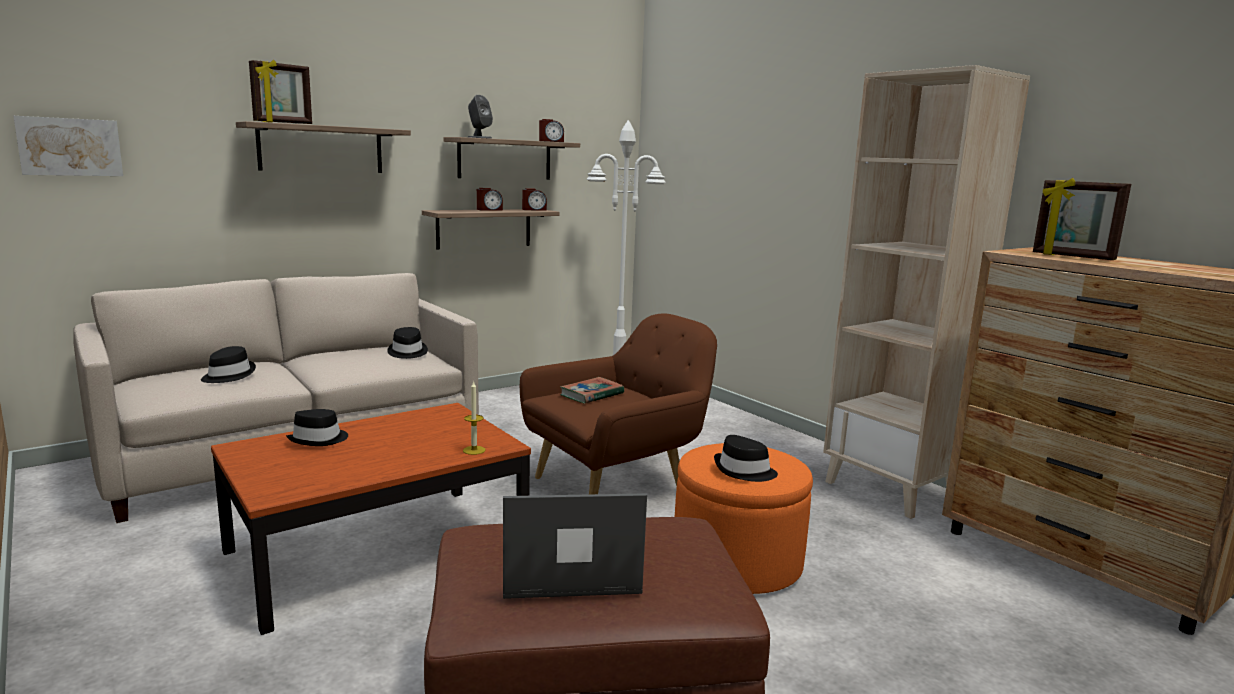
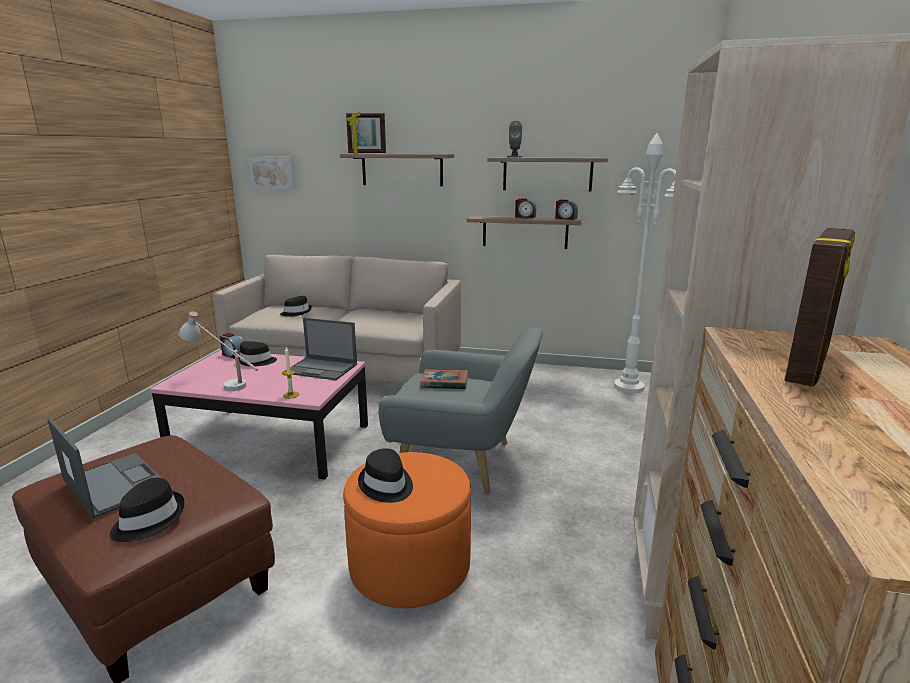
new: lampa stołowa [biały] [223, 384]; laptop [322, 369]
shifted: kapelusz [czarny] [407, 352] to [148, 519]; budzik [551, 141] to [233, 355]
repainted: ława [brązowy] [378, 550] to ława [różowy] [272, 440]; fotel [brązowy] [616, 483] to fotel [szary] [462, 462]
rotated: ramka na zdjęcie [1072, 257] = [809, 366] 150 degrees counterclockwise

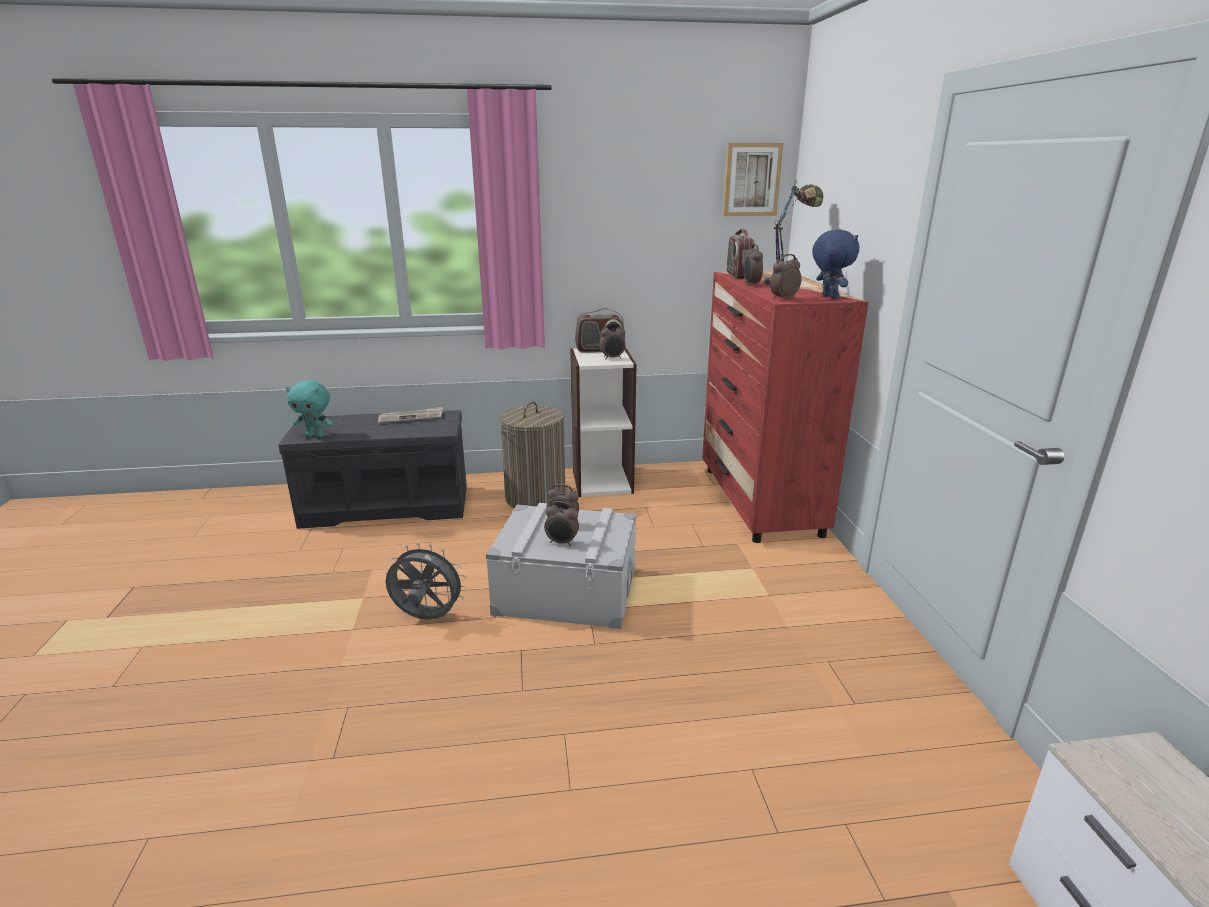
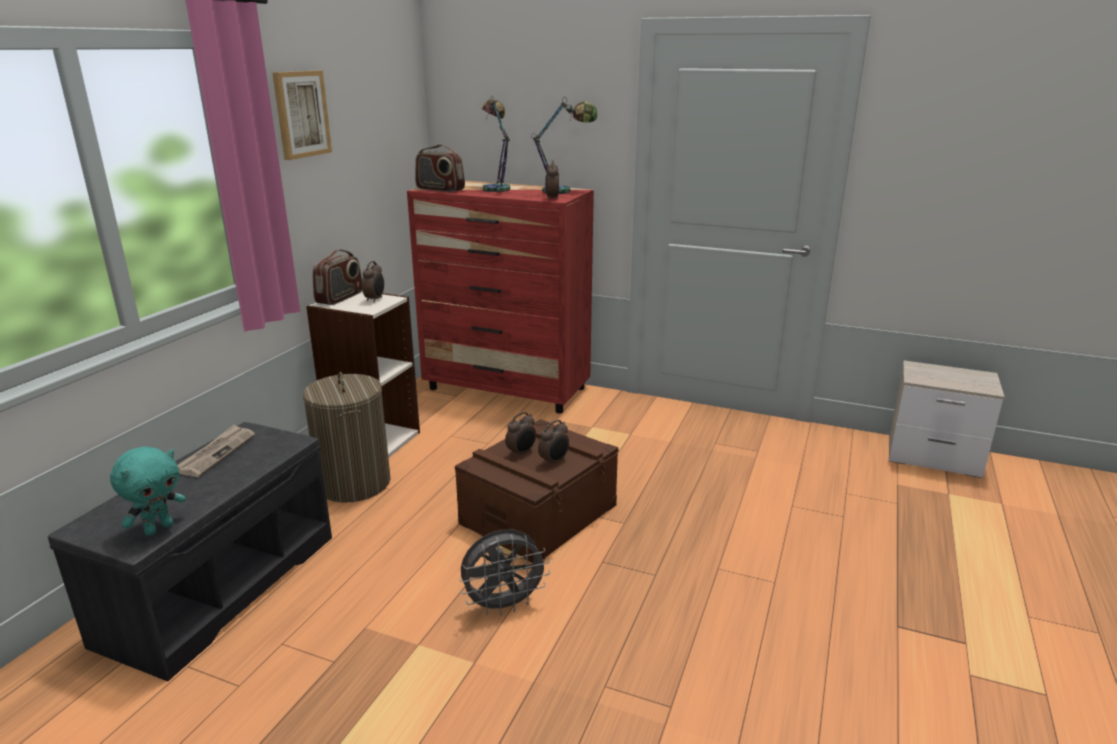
gone: budzik [751, 284]
shifted: obraz [751, 180] to [301, 114]
swapped: pluszak [niebieski] [828, 297] to lampa stołowa [565, 191]
repainted: pojemnik do przechowywania [szary] [567, 590] to pojemnik do przechowywania [brązowy] [538, 514]
rotated: wentylator [szary] [427, 618] = [504, 605] 150 degrees counterclockwise

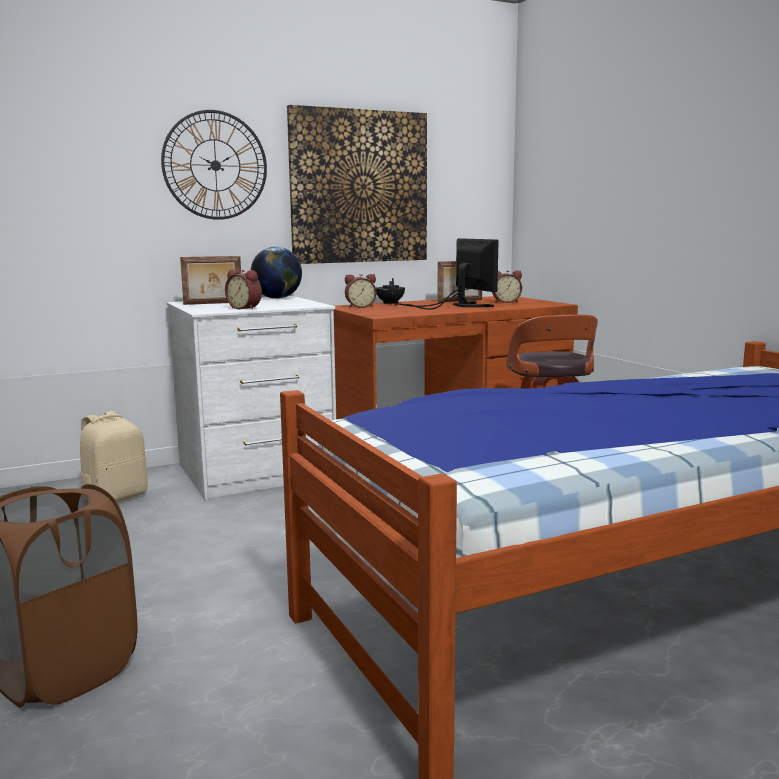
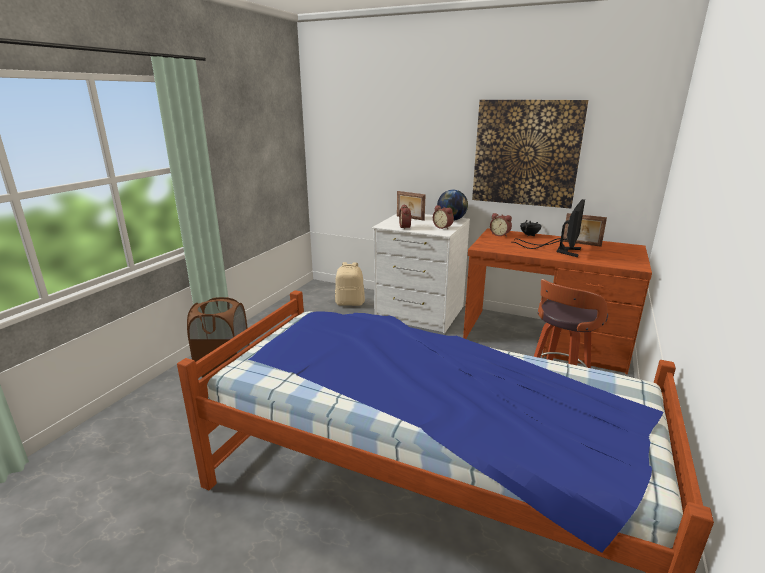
gone: zegar ścienny [215, 165]
shifted: budzik [505, 302] to [443, 227]

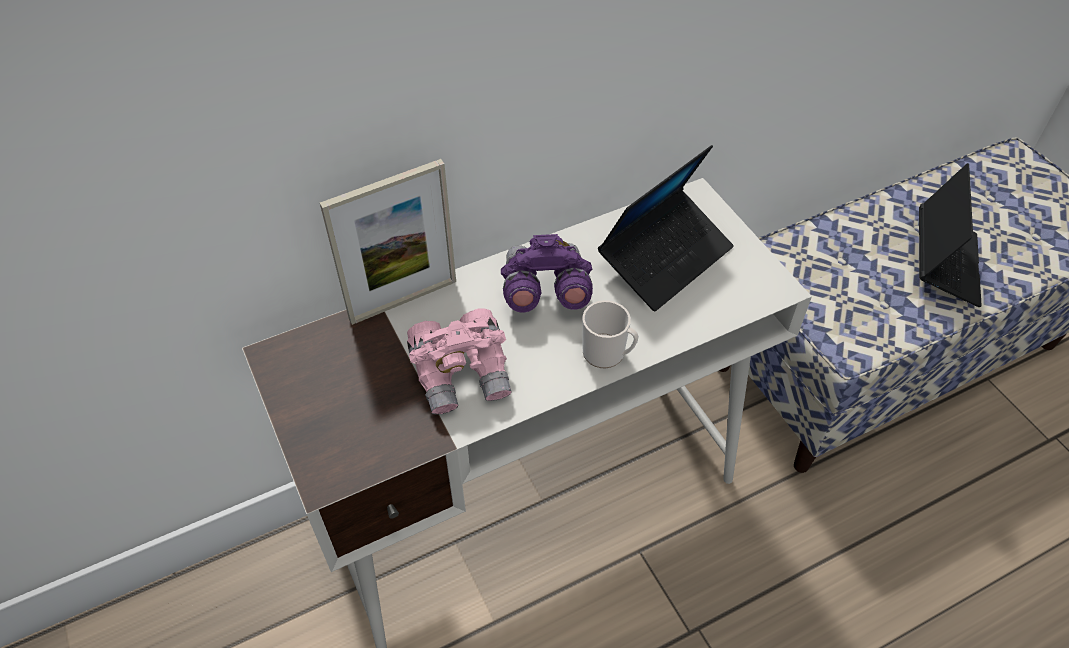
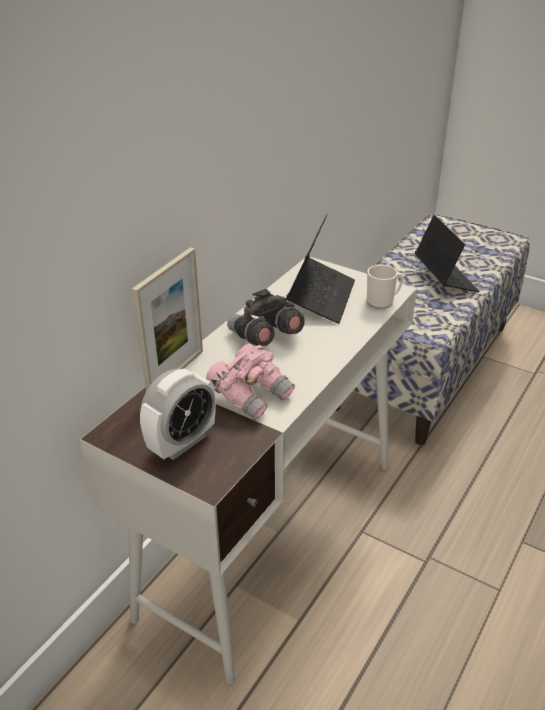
new: budzik [182, 443]
shifted: kubek [608, 354] to [383, 301]
repainted: lornetka [fioletowy] [544, 292] to lornetka [szary] [264, 337]

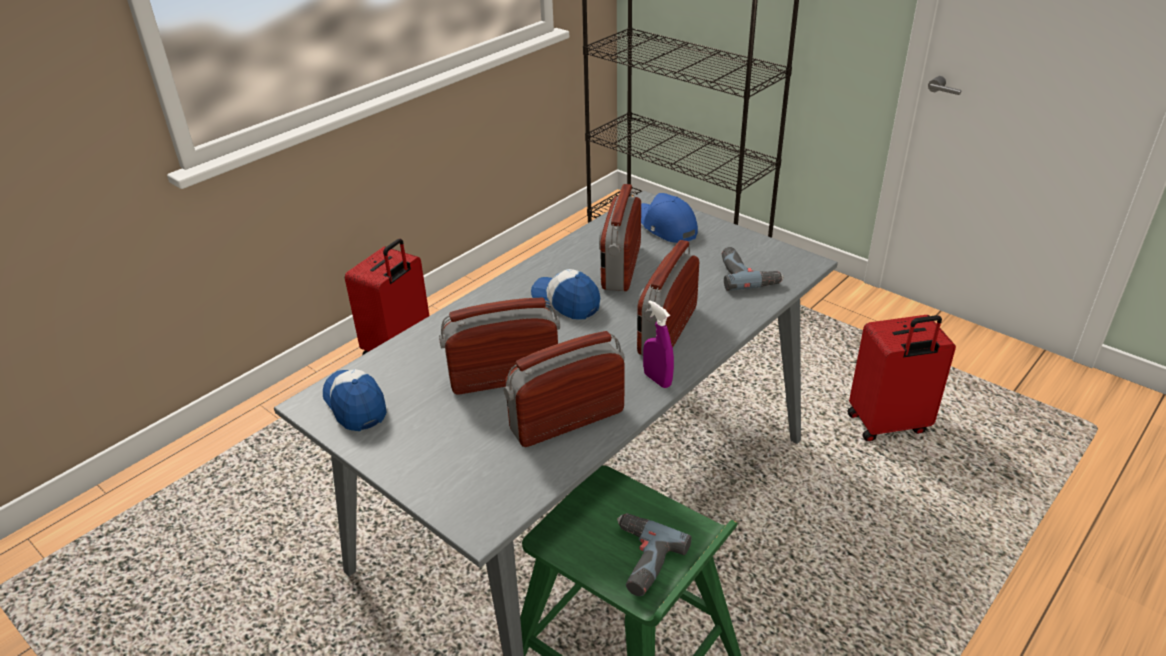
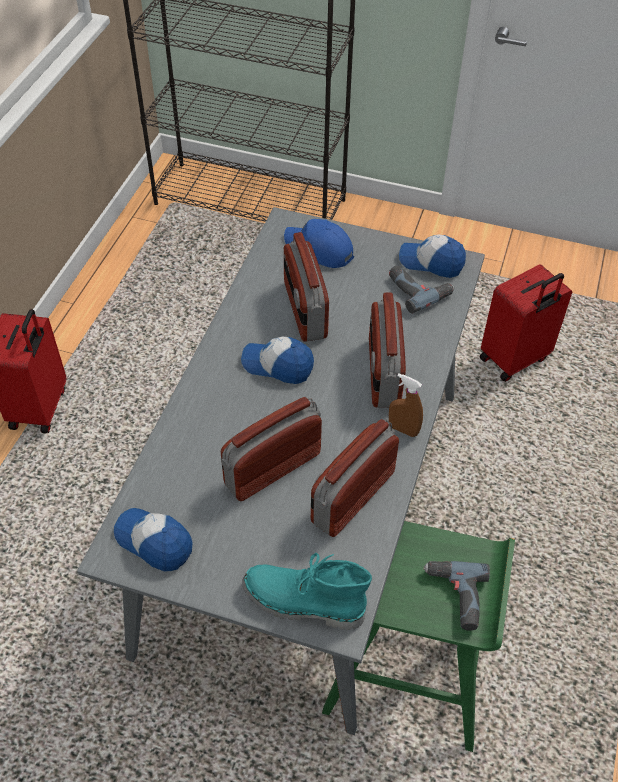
new: but z cholewką [turkusowy] [302, 604]; czapka z daszkiem [431, 262]
repainted: spryskiwacz [fioletowy] [657, 380] to spryskiwacz [brązowy] [403, 429]

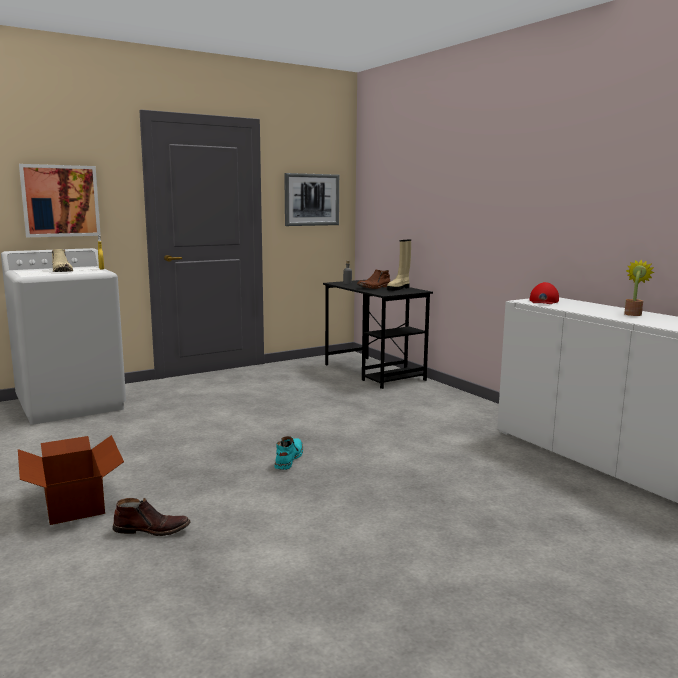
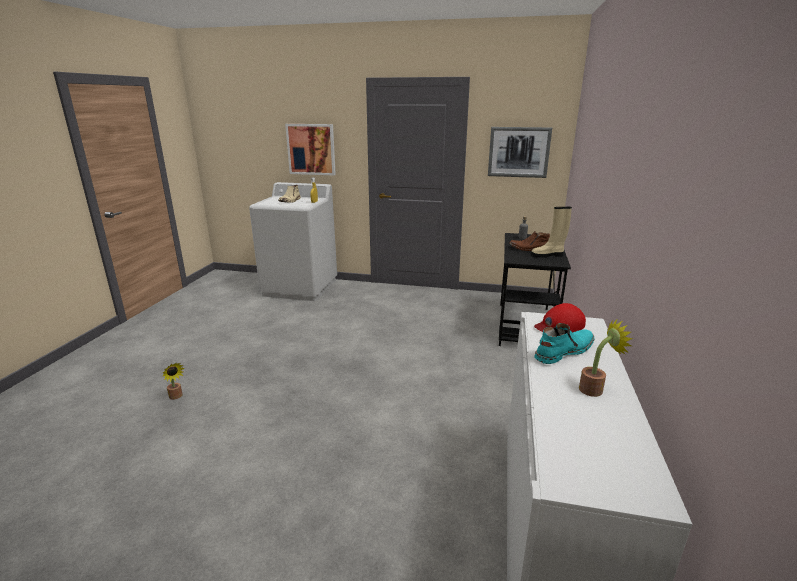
gone: karton [74, 501]
shifted: but z cholewką [turkusowy] [288, 459] to [563, 351]
swapped: but z cholewką [brązowy] [152, 529] to roślina doniczkowa [176, 397]

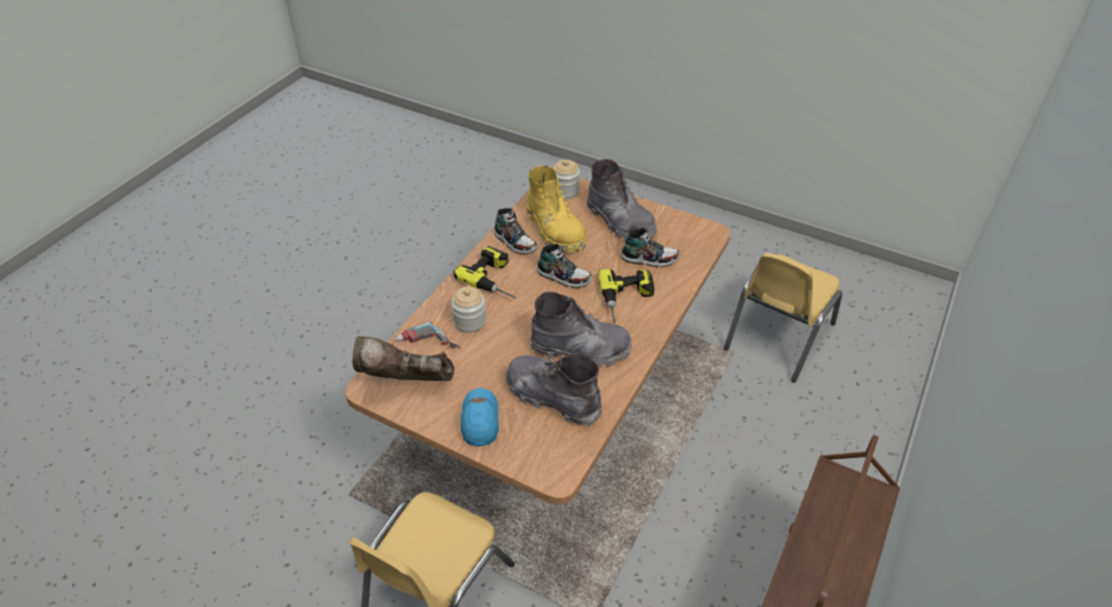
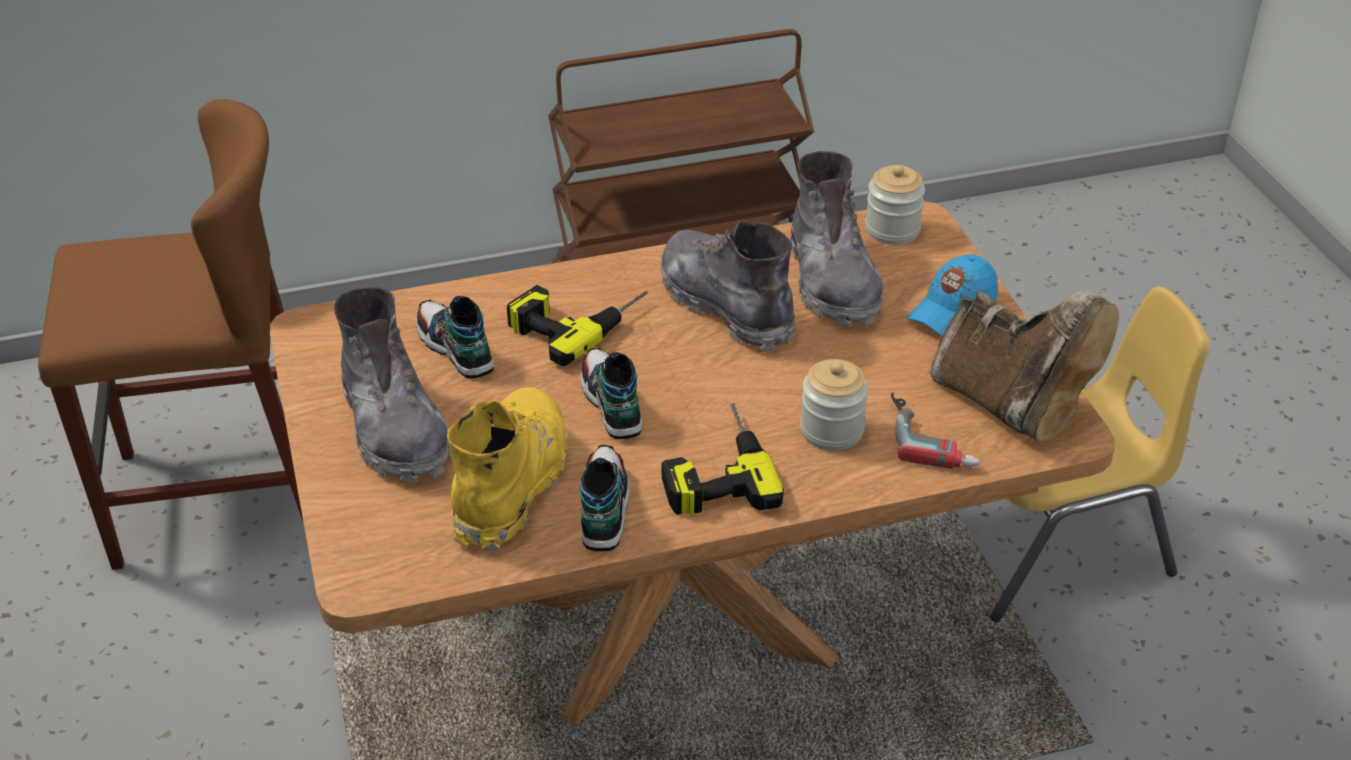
shifted: słoik [565, 191] to [892, 230]
swapped: krzesło [żółty] [777, 336] to stołek [brązowy] [218, 497]
rotated: but z cholewką [szary] [620, 222] = [394, 428] 150 degrees clockwise

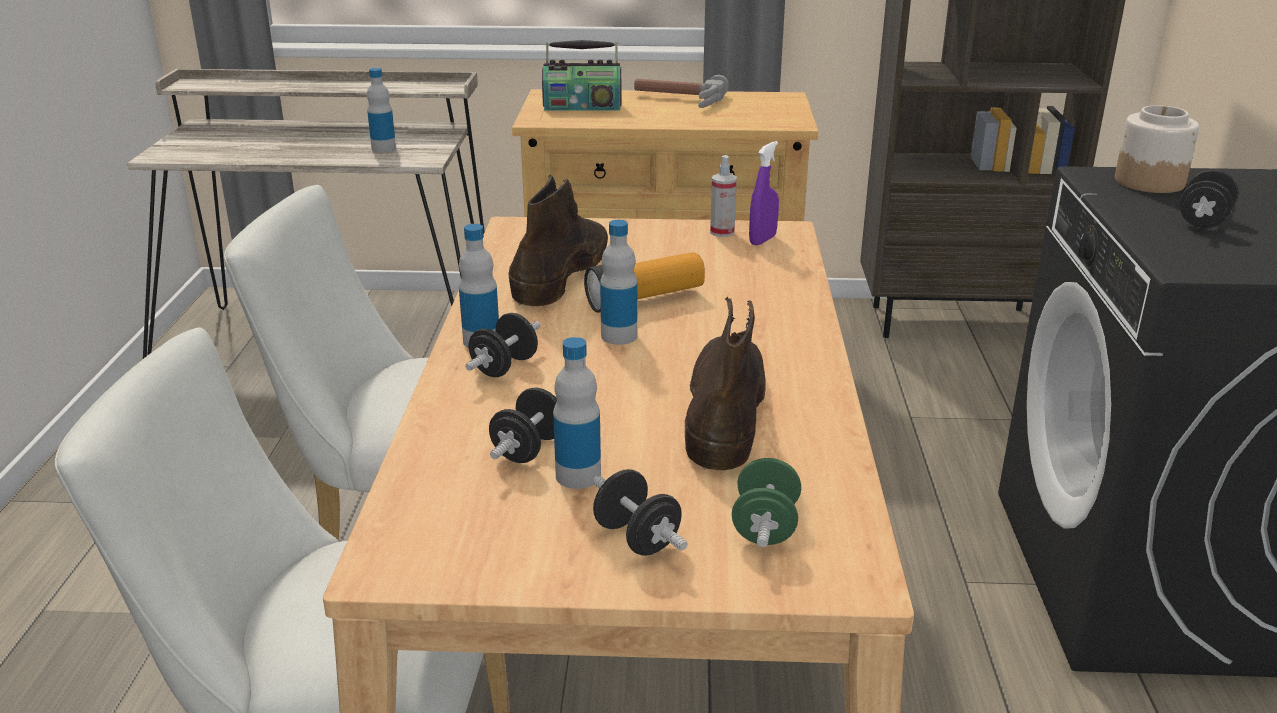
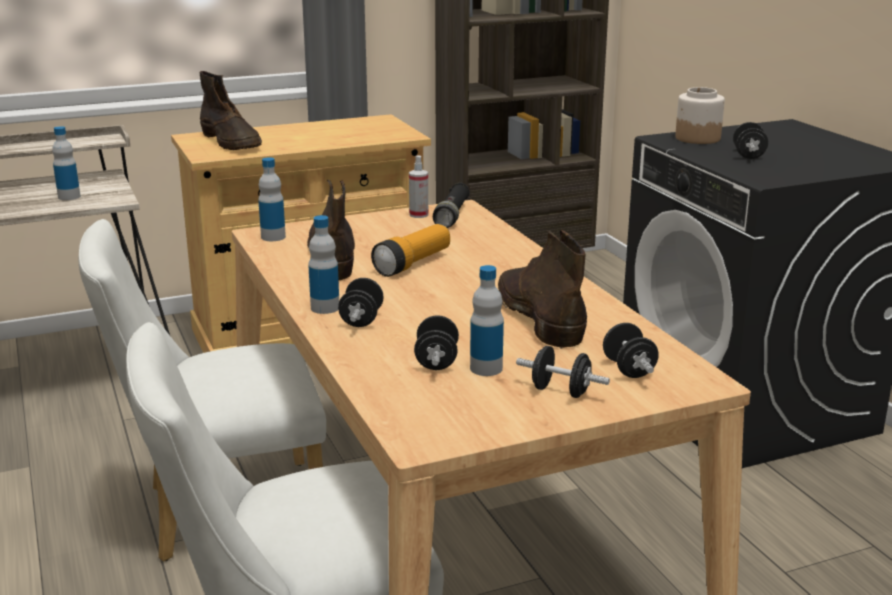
gone: młotek [677, 101]
shifted: butelka [619, 336] to [273, 237]
swapped: radio [582, 106] to but z cholewką [brązowy] [231, 142]; spryskiwacz [fioletowy] [762, 240] to latarka [czarny] [452, 215]
repainted: hantel [zielony] [765, 527] to hantel [czarny] [628, 369]

